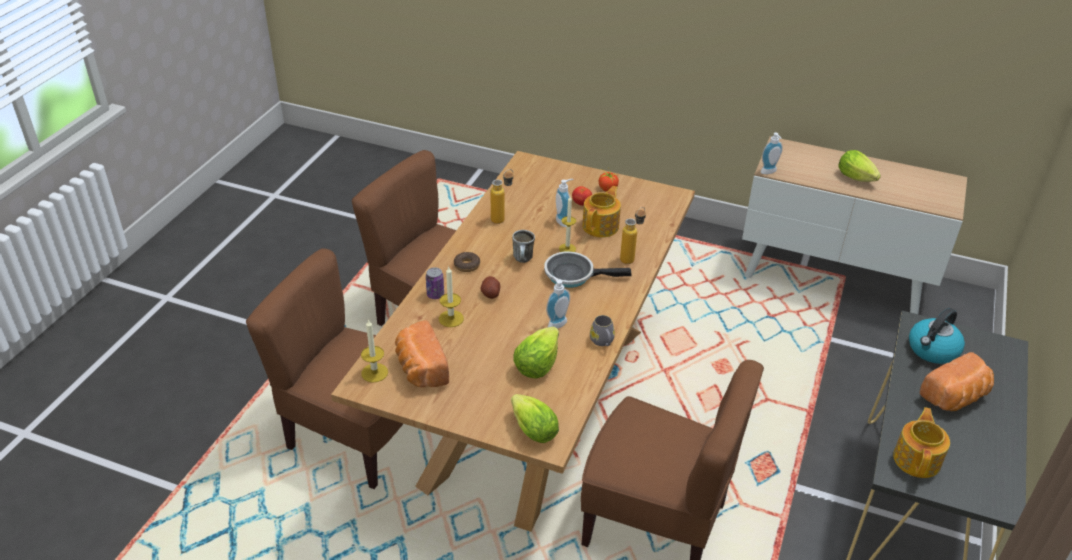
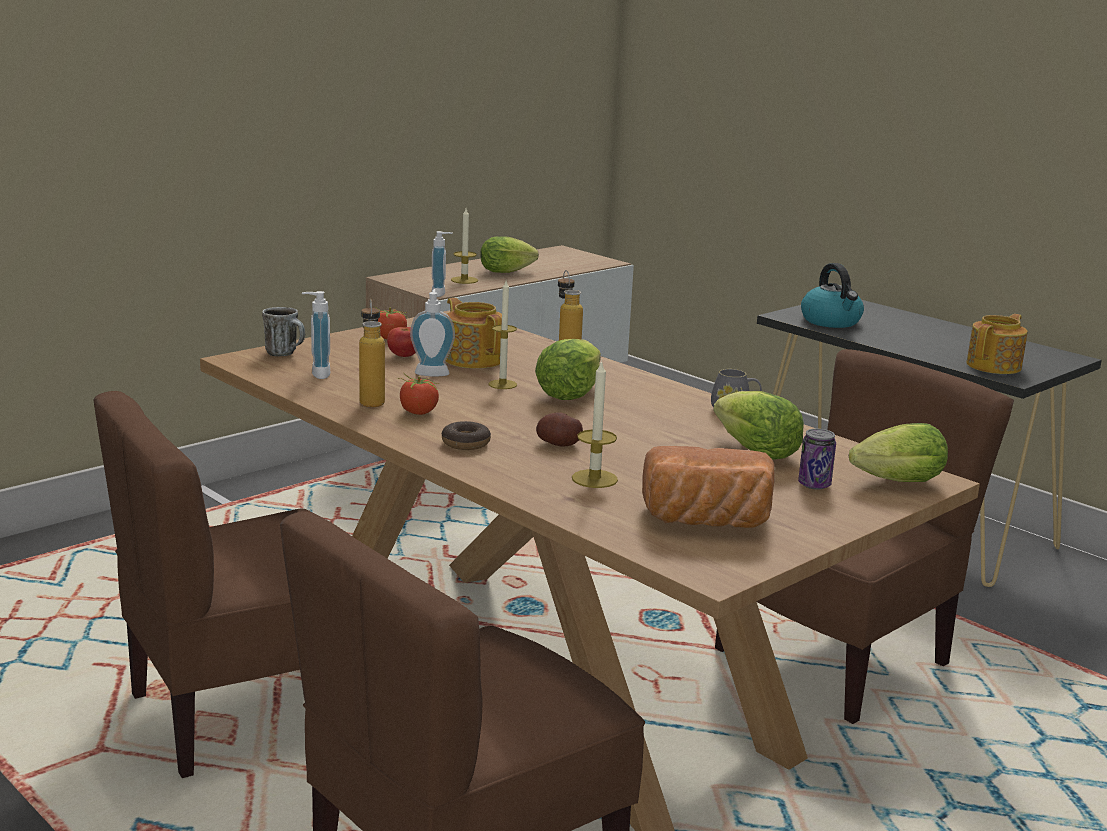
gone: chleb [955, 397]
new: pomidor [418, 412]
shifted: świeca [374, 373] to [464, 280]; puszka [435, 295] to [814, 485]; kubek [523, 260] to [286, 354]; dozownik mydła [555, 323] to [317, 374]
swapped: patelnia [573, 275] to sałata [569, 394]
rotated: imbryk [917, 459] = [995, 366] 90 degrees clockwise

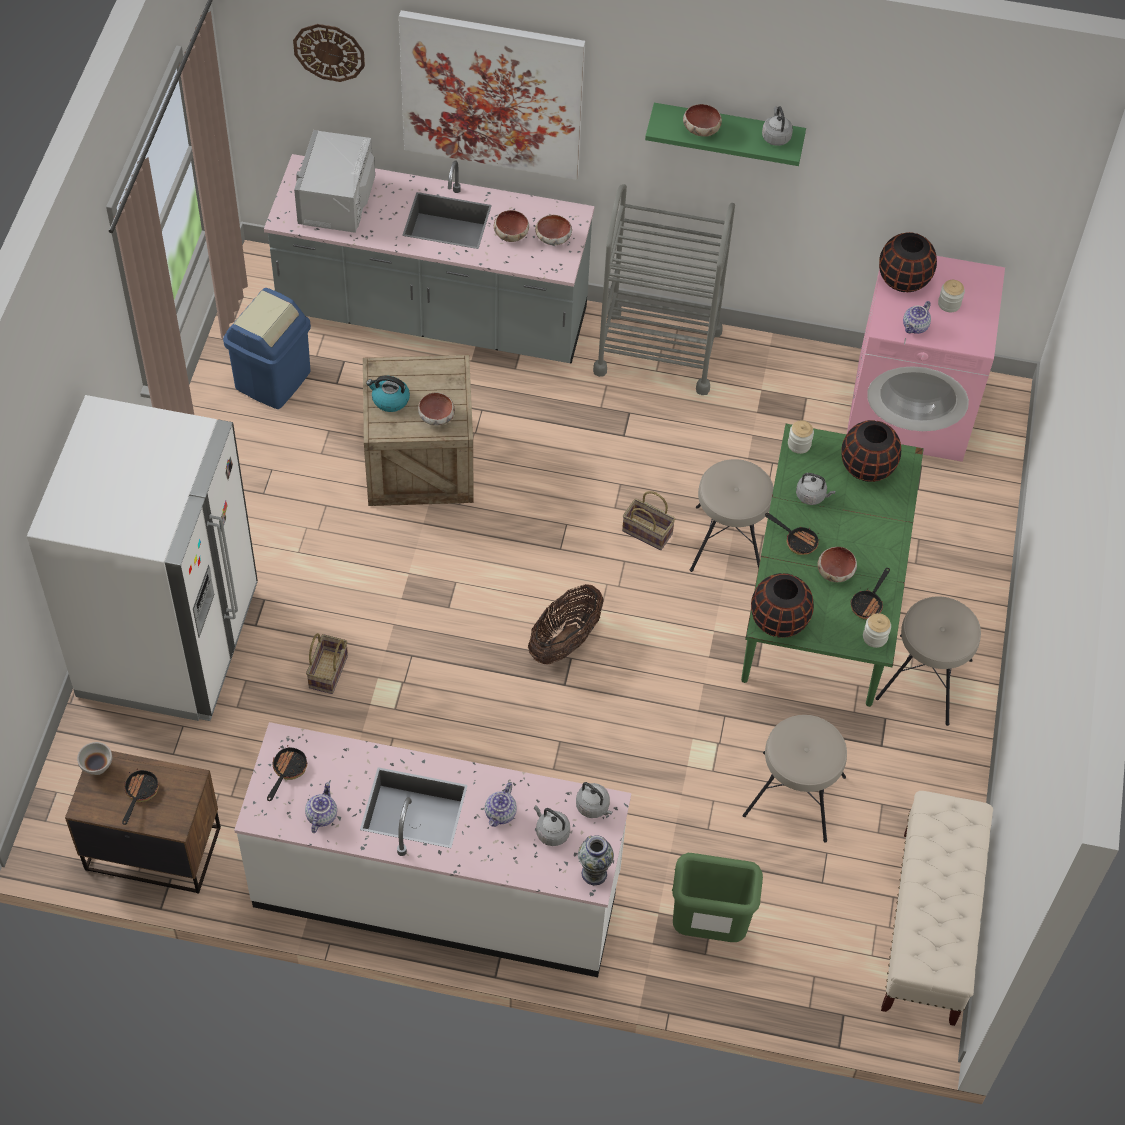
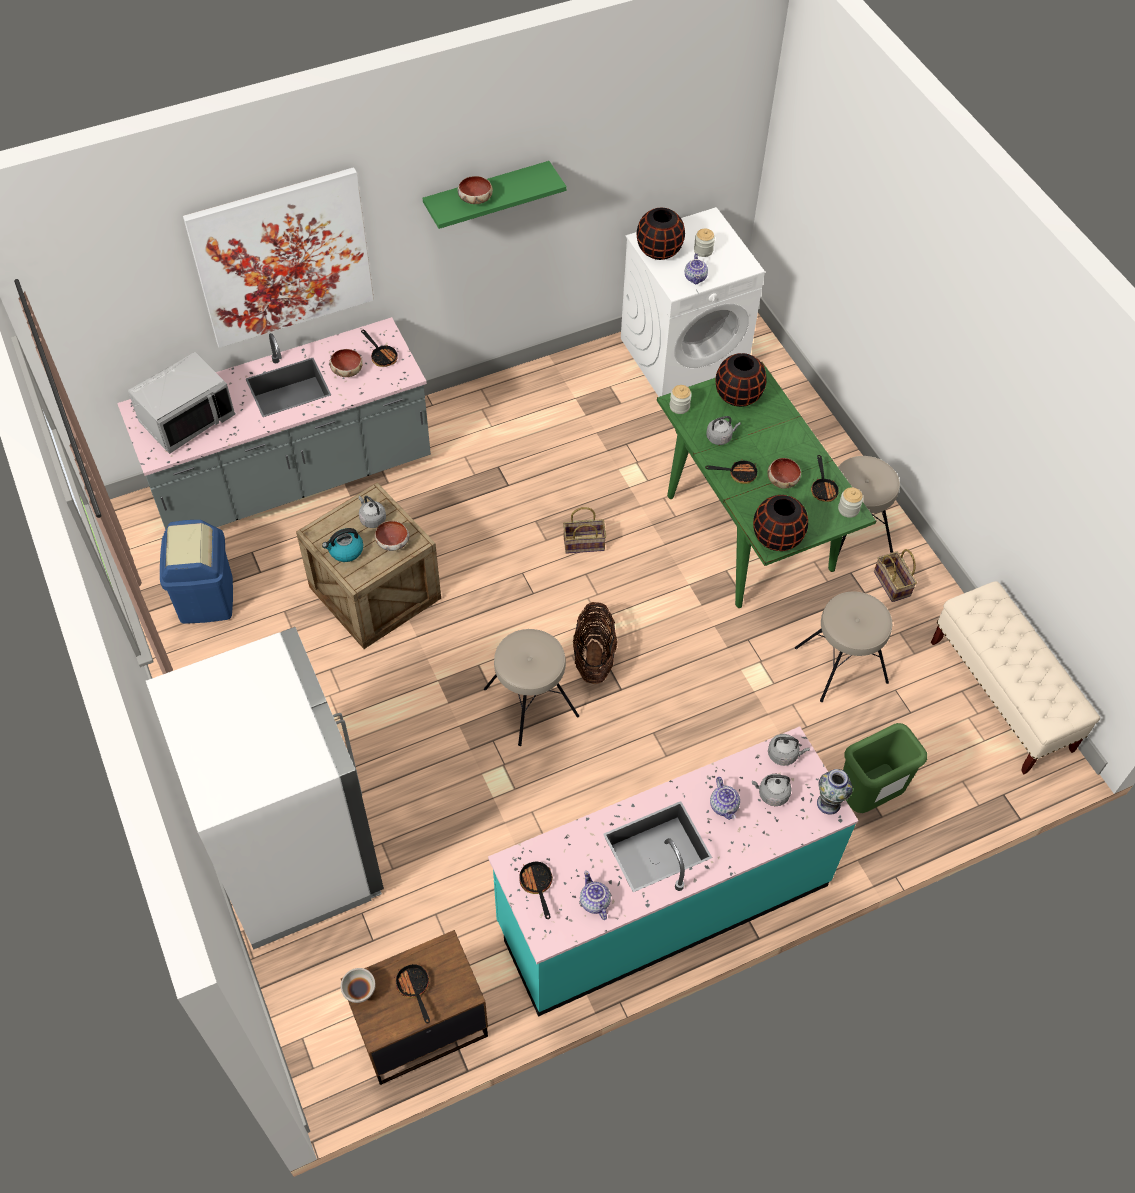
gone: zegar ścienny [329, 52]; wózek [szary] [658, 351]
shifted: koszyk [329, 673] to [893, 584]; stołek [beżowy] [728, 542] to [530, 703]; czajnik [szary] [775, 136] to [372, 519]
swapped: miska [554, 238] to patelnia [382, 356]
repainted: zabudowa kuchenna [biały] [437, 890] to zabudowa kuchenna [turkusowy] [663, 903]; pralka [różowy] [911, 408] to pralka [biały] [684, 354]
rotated: mikrofalówka [szary] [337, 200] = [187, 418] 105 degrees counterclockwise

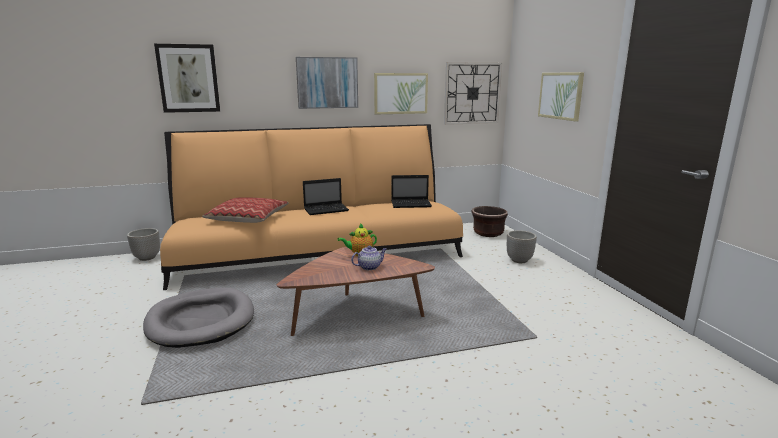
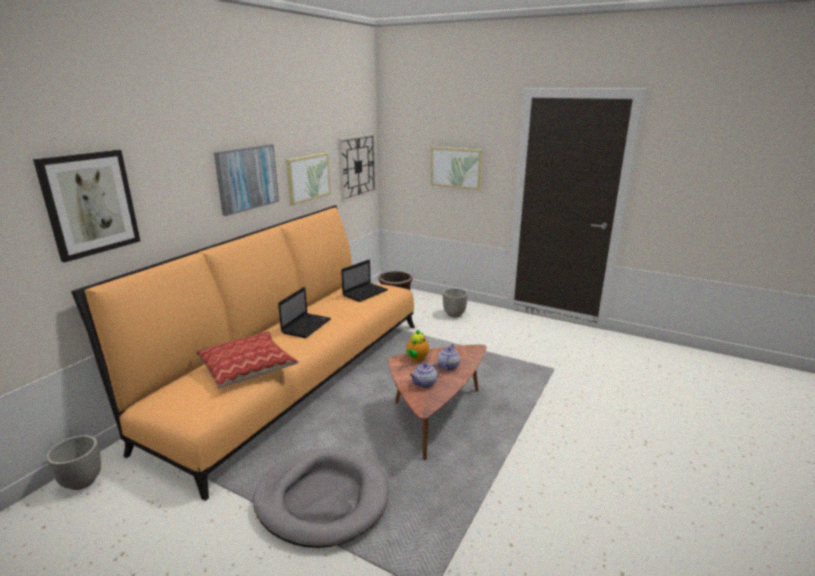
new: imbryk [424, 384]

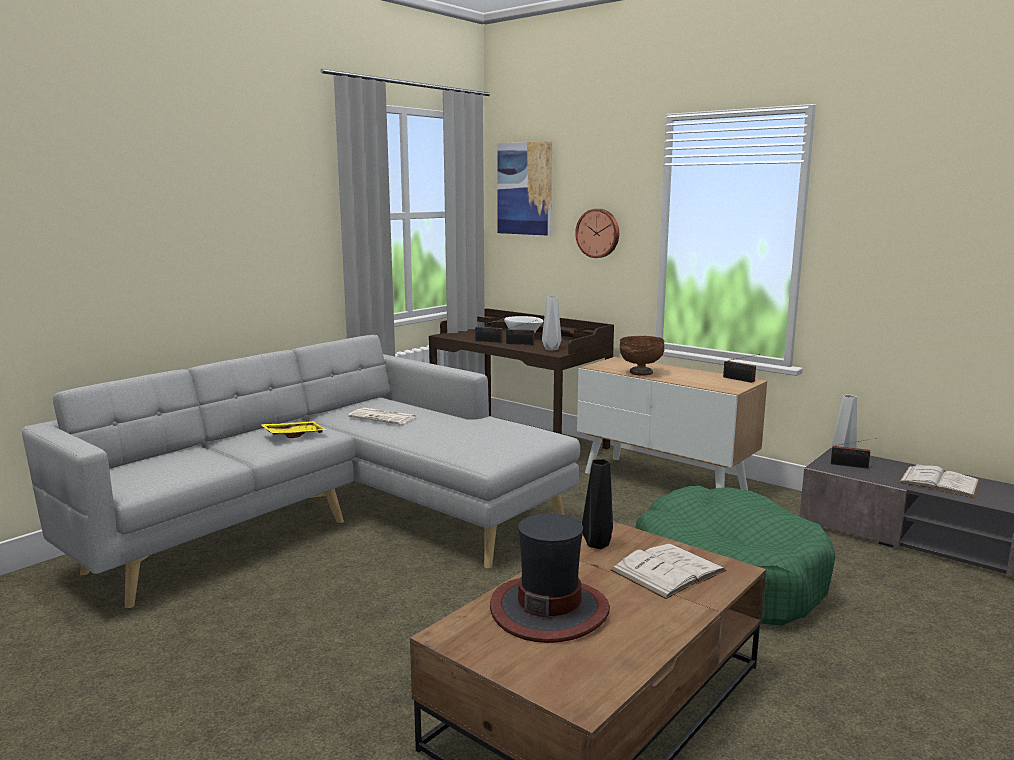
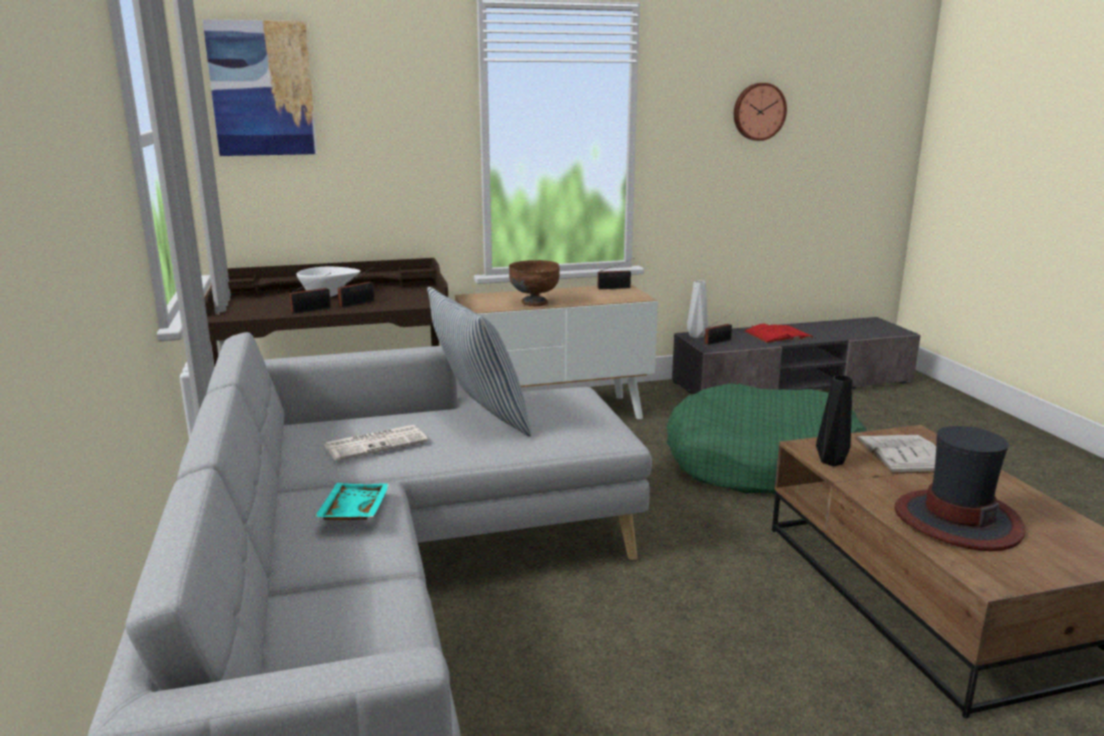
gone: wazon [szary] [550, 349]
new: poduszka [479, 418]
shifted: zegar ścienny [598, 233] to [758, 111]
repainted: taca [żółty] [293, 435] to taca [turkusowy] [353, 512]; książka [biały] [939, 482] to książka [czerwony] [778, 335]

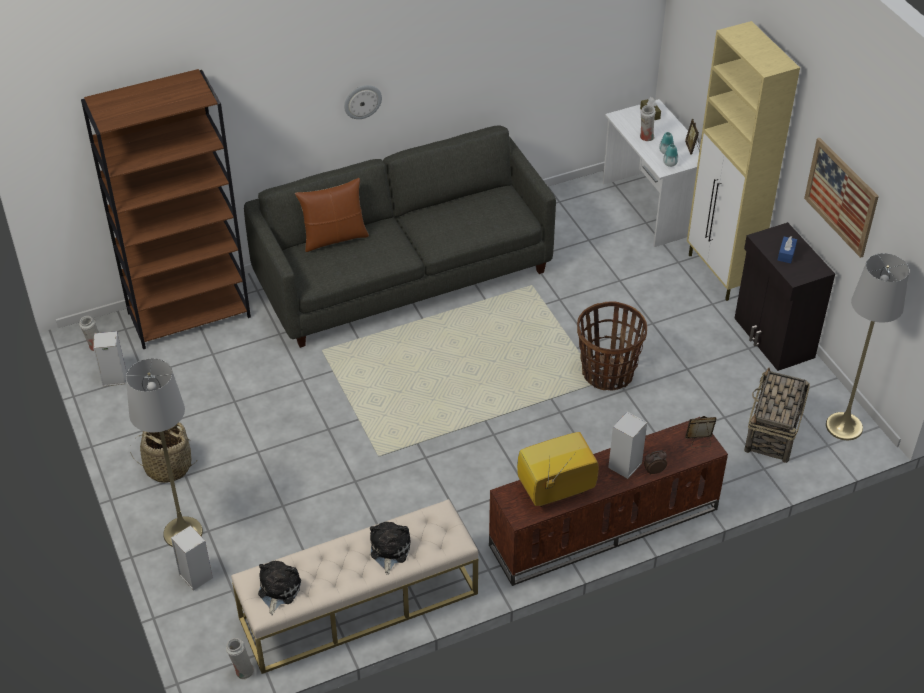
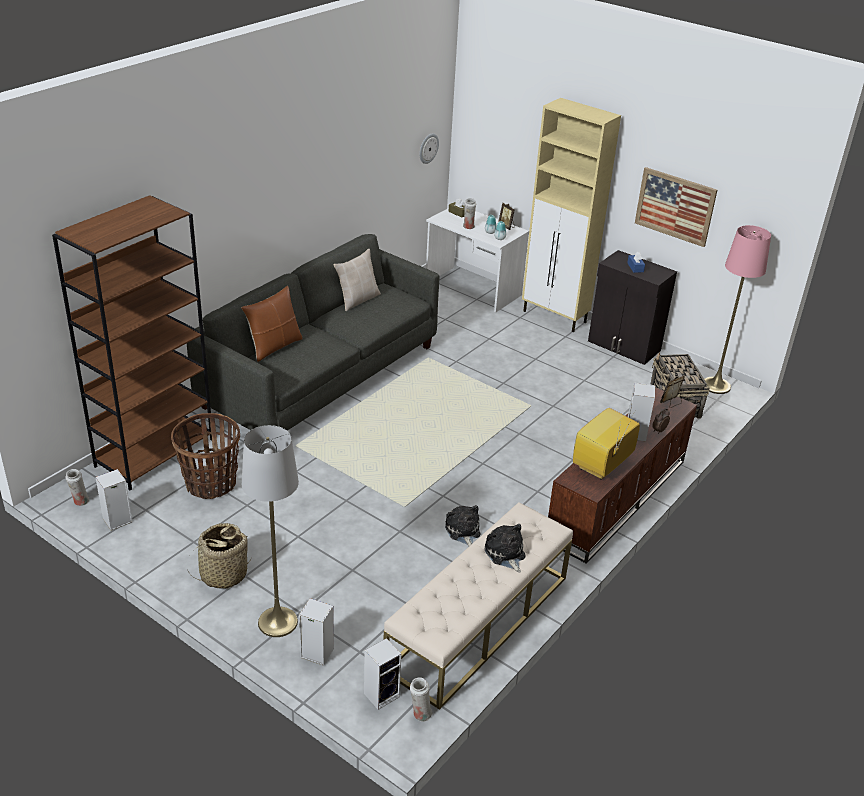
new: poduszka [beżowy] [358, 300]; głośnik [382, 694]
shifted: pluszak [278, 590] to [463, 531]; zegar ścienny [362, 101] to [428, 148]; koszyk [607, 373] to [210, 484]
repainted: lampa stojąca [szary] [844, 426] to lampa stojąca [różowy] [716, 385]

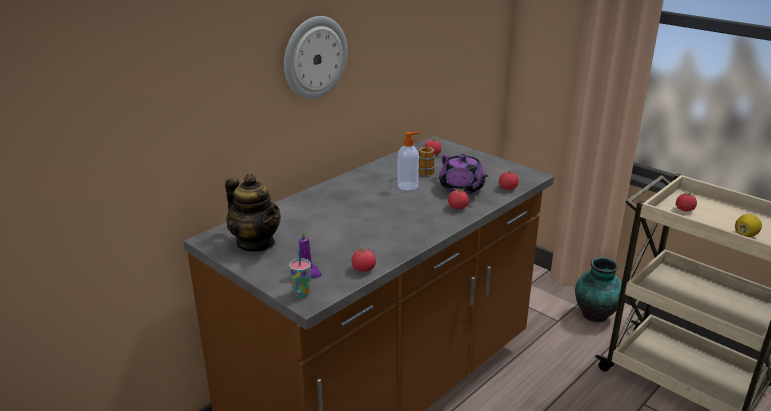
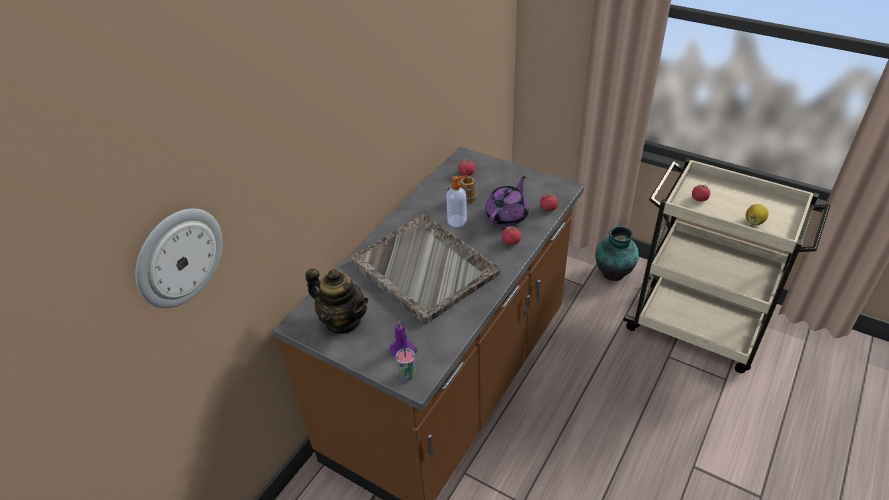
gone: pomidor [363, 269]
new: taca [szary] [425, 269]
shifted: zegar ścienny [314, 57] to [178, 257]
rotated: imbryk [fioletowy] [462, 188] = [507, 215] 105 degrees counterclockwise

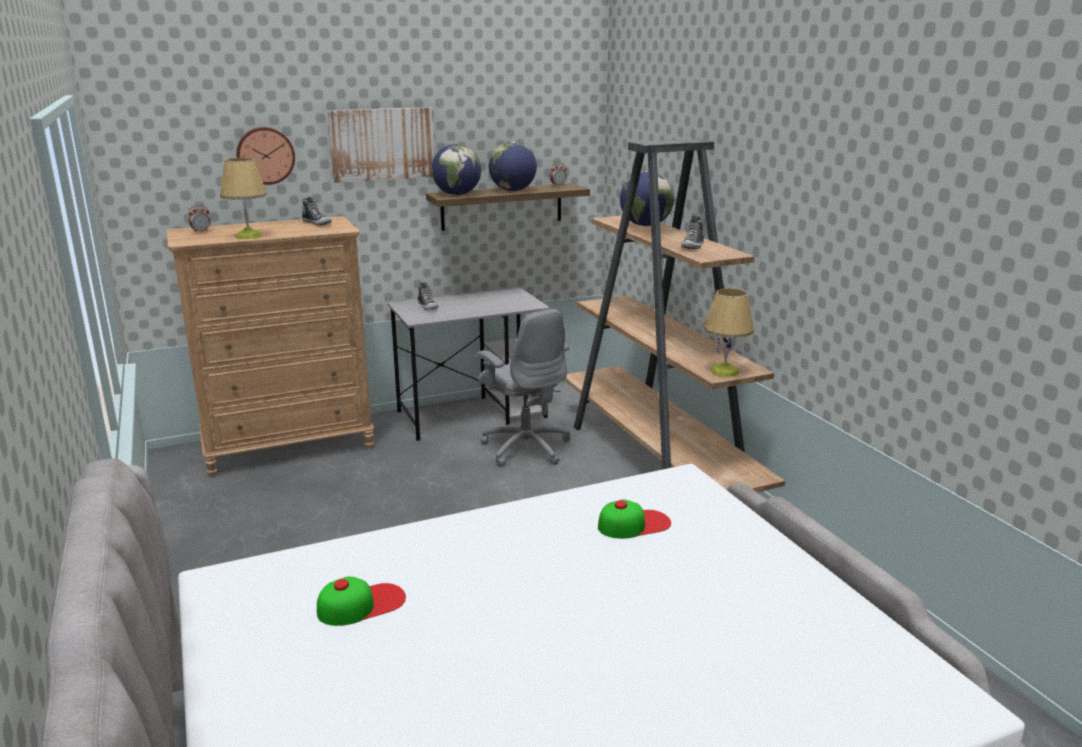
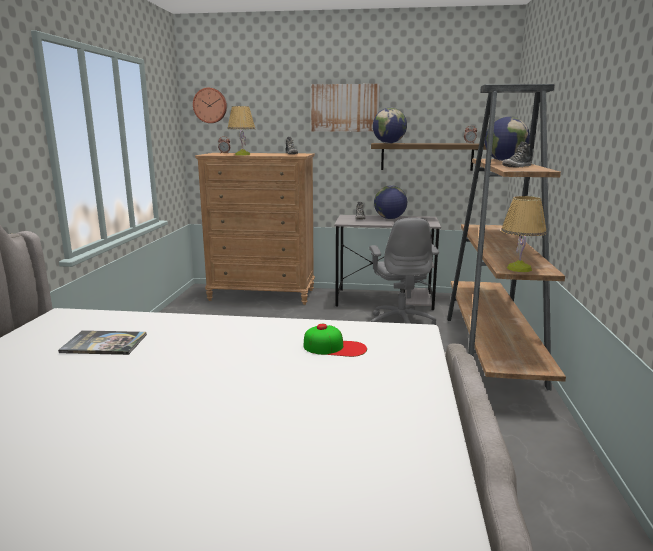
shifted: zegar ścienny [265, 155] to [210, 105]; globus [513, 190] to [390, 218]
swapped: czapka z daszkiem [361, 604] to książka [104, 344]

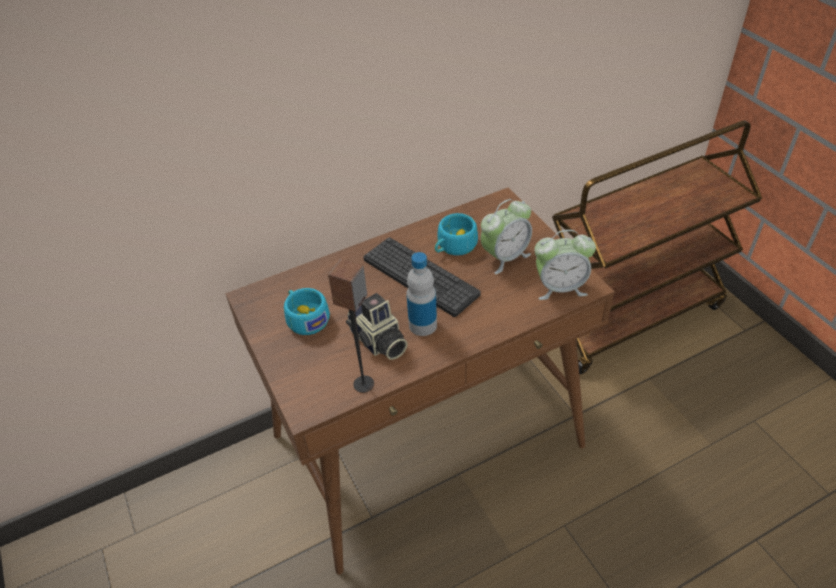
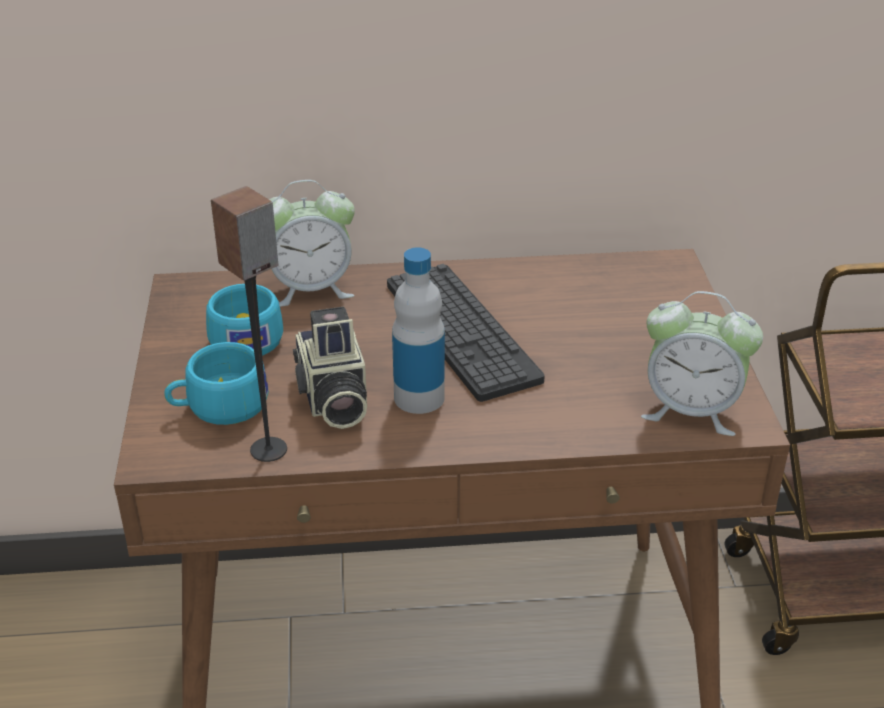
shifted: filiżanka [turkusowy] [453, 246] to [219, 406]; budzik [505, 257] to [311, 289]

